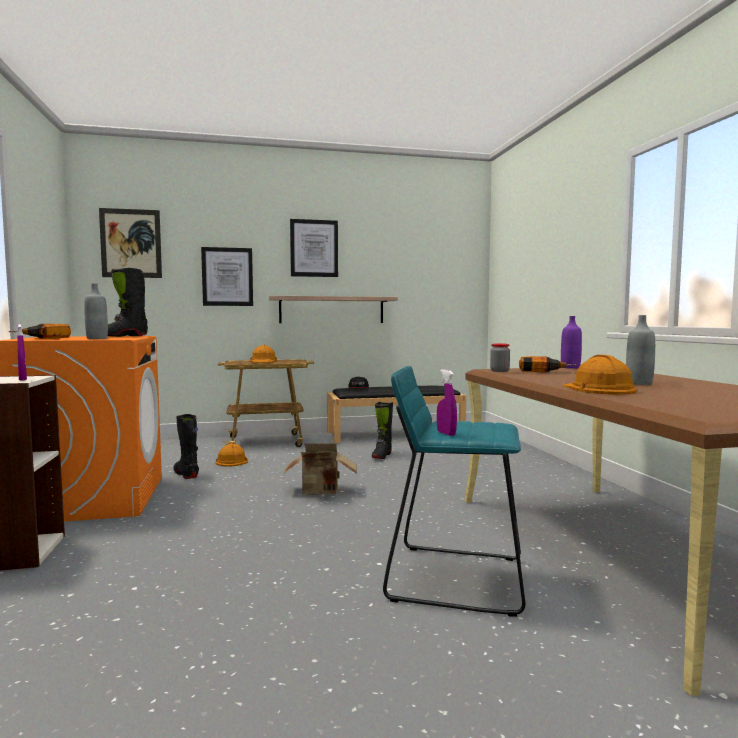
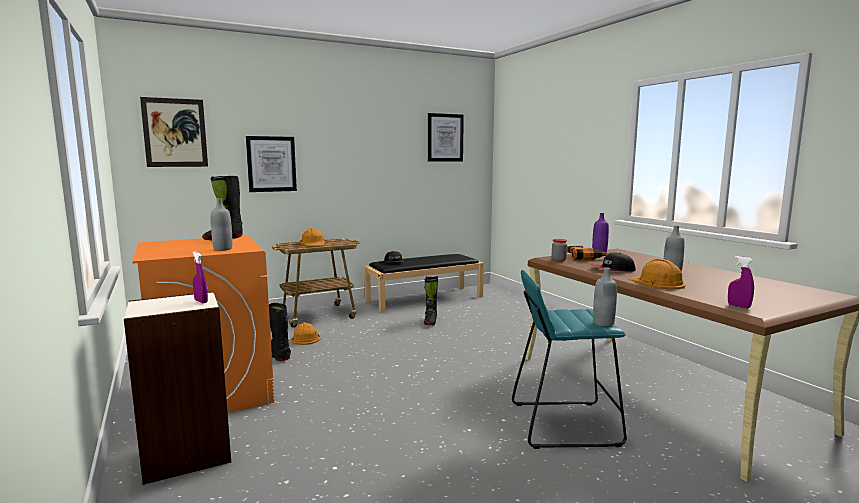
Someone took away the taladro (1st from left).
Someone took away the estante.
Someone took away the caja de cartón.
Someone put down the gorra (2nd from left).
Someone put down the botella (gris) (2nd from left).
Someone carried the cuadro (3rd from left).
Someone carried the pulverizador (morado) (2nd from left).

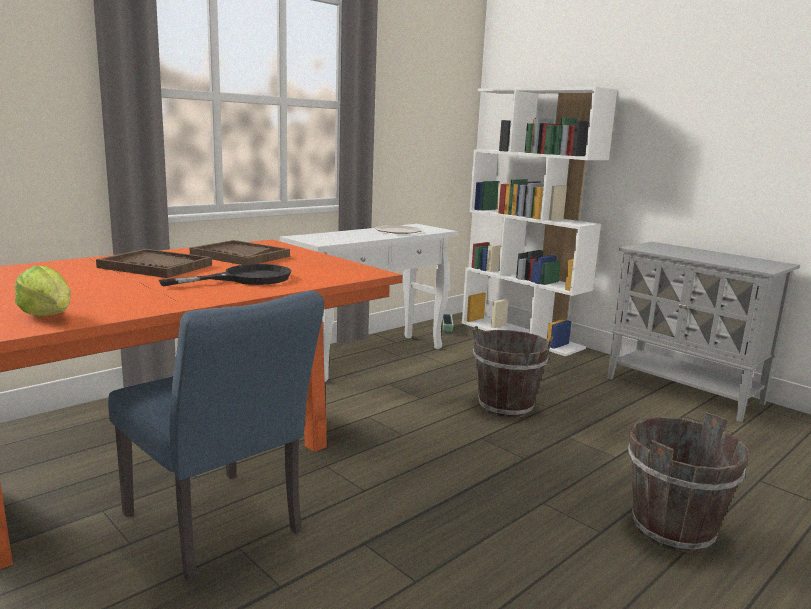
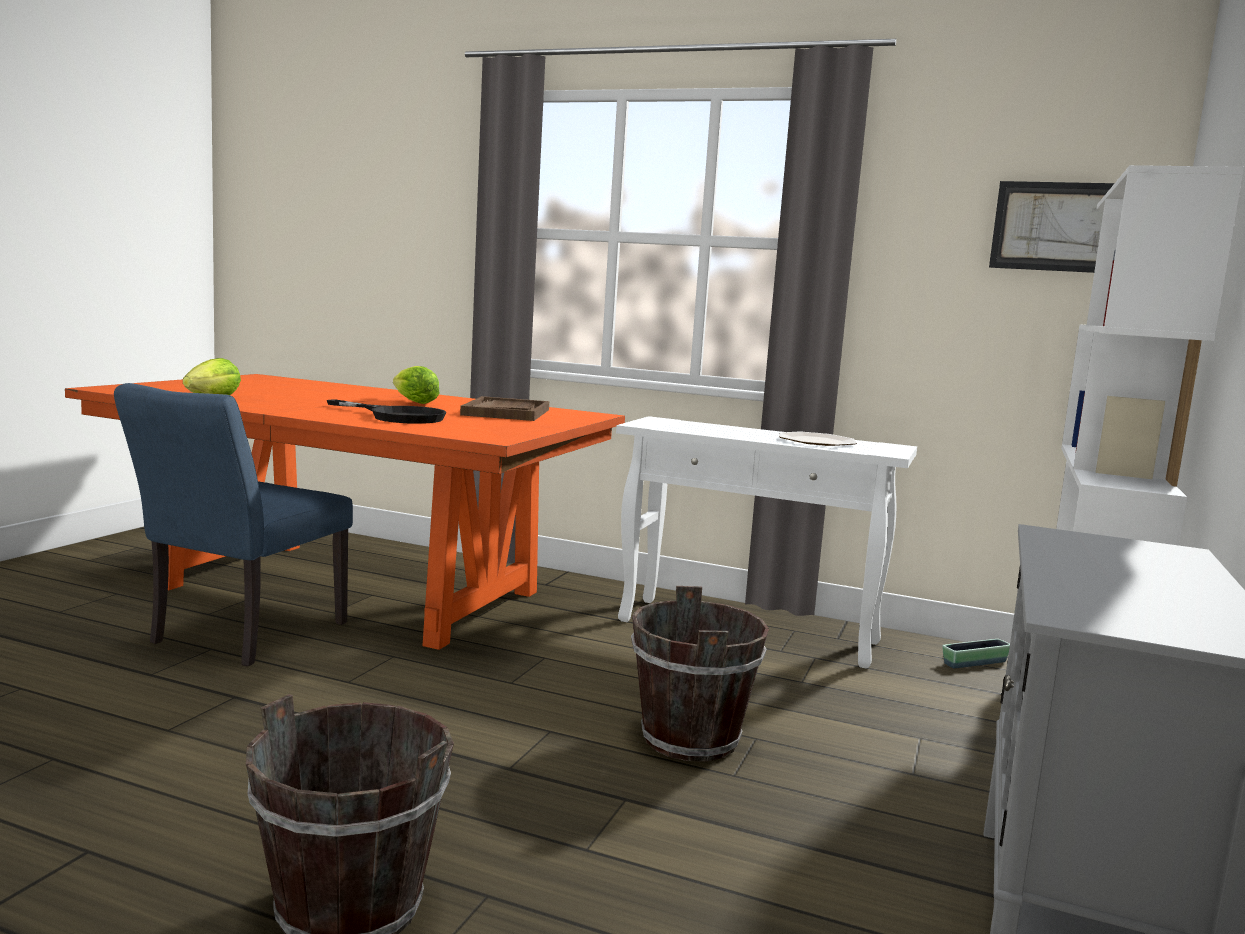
Someone put up the cuadro.
Someone swapped the bandeja (marrón) (1st from left) for the lechuga (2nd from left).

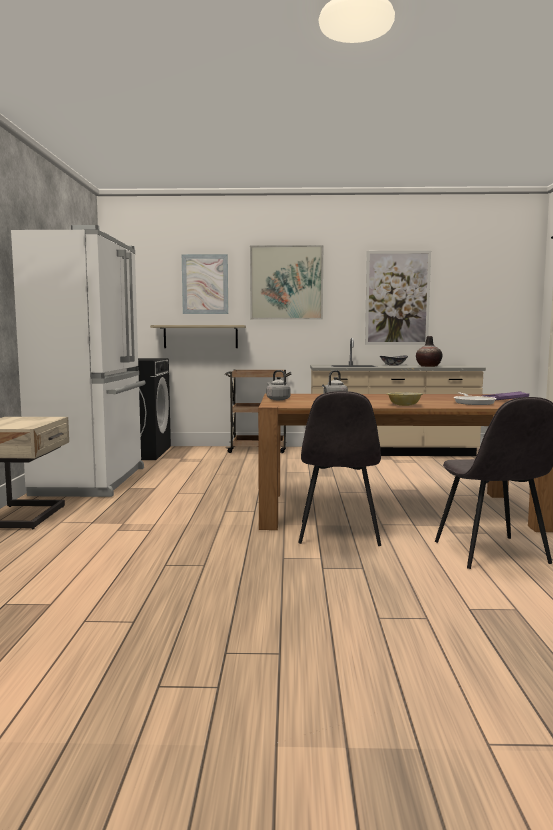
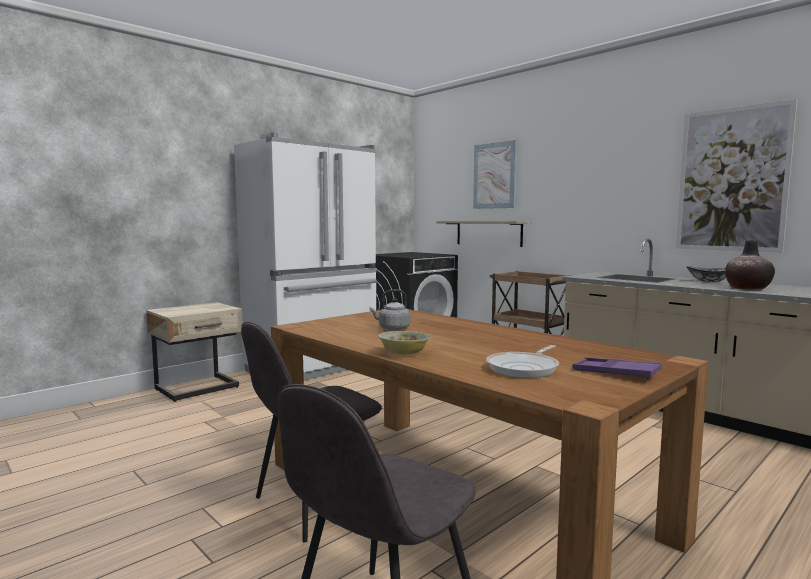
Someone took away the cuadro (2nd from left).
Someone took away the hervidor (gris) (1st from left).

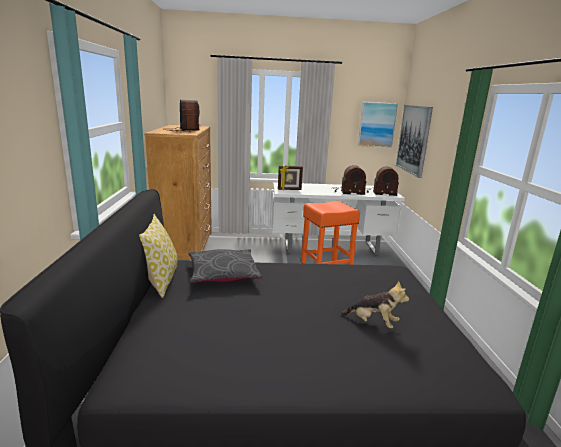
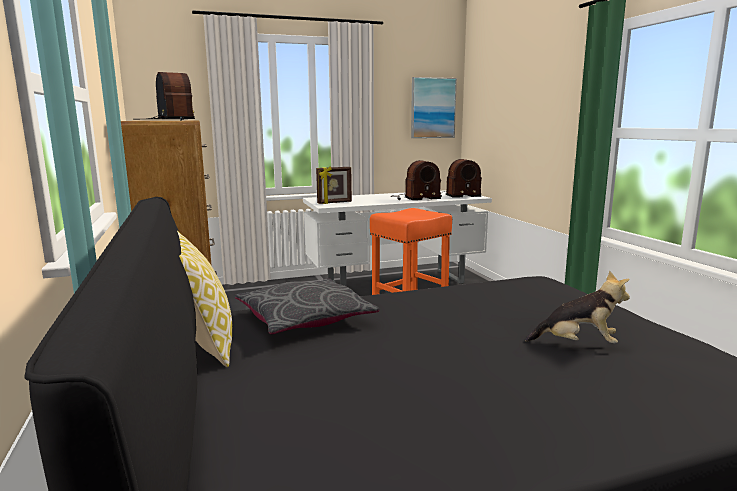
Someone took away the cuadro (2nd from left).

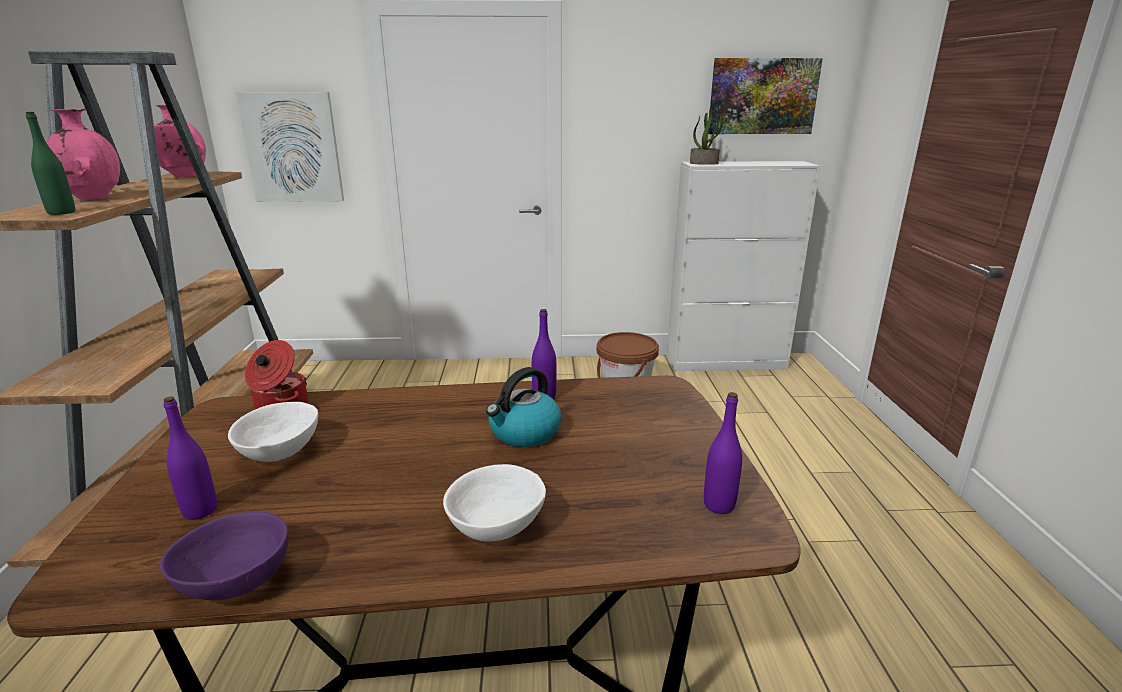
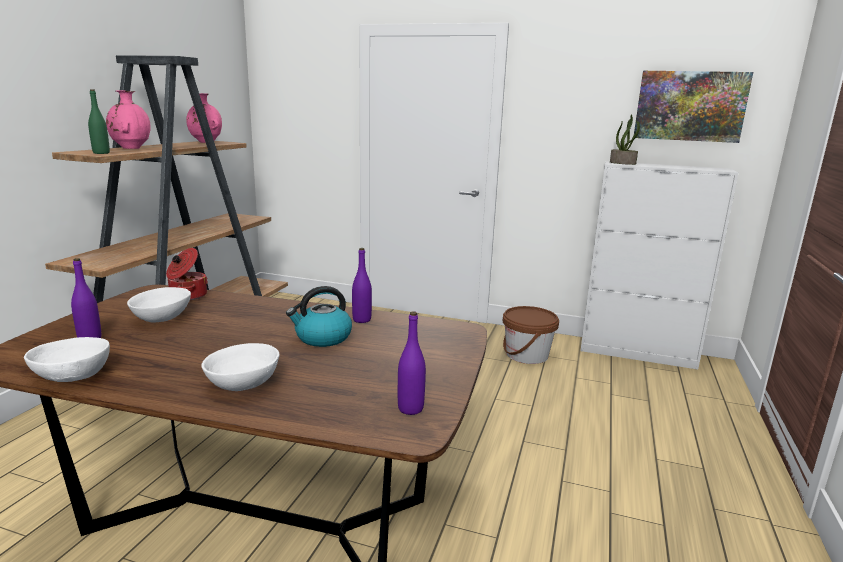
Someone took away the cuadro (1st from left).
Someone repainted the cuenco (morado), which became the cuenco (blanco) (1st from left).

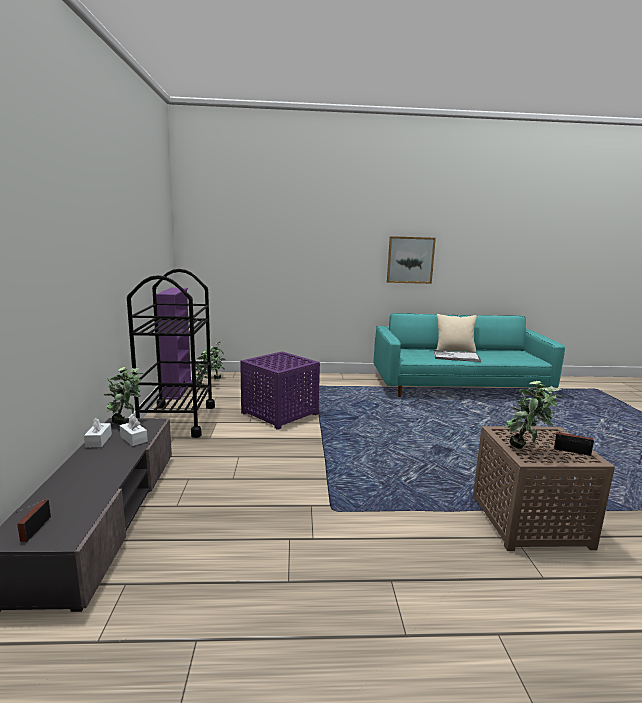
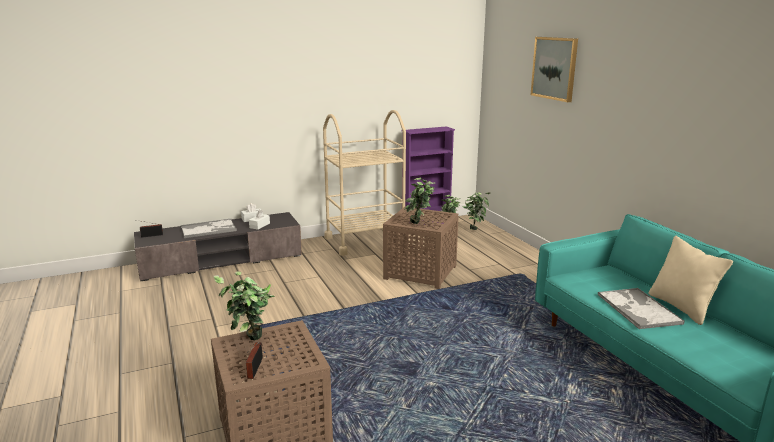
Someone put down the bandeja (1st from left).
Someone carried the planta en maceta (1st from left in the first image).
Someone carried the cuadro.
Someone repainted the carrito (negro), which became the carrito (beis).
Someone repainted the mesa auxiliar (morado), which became the mesa auxiliar (marrón) (2nd from left).

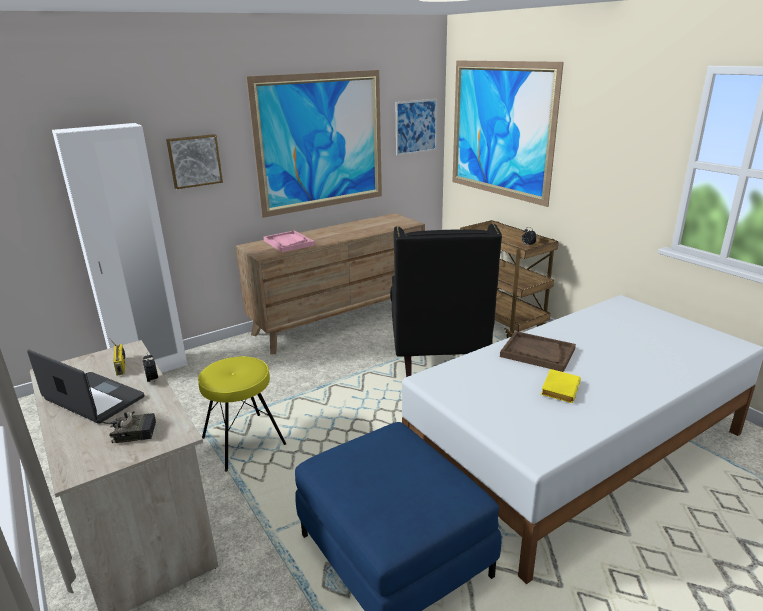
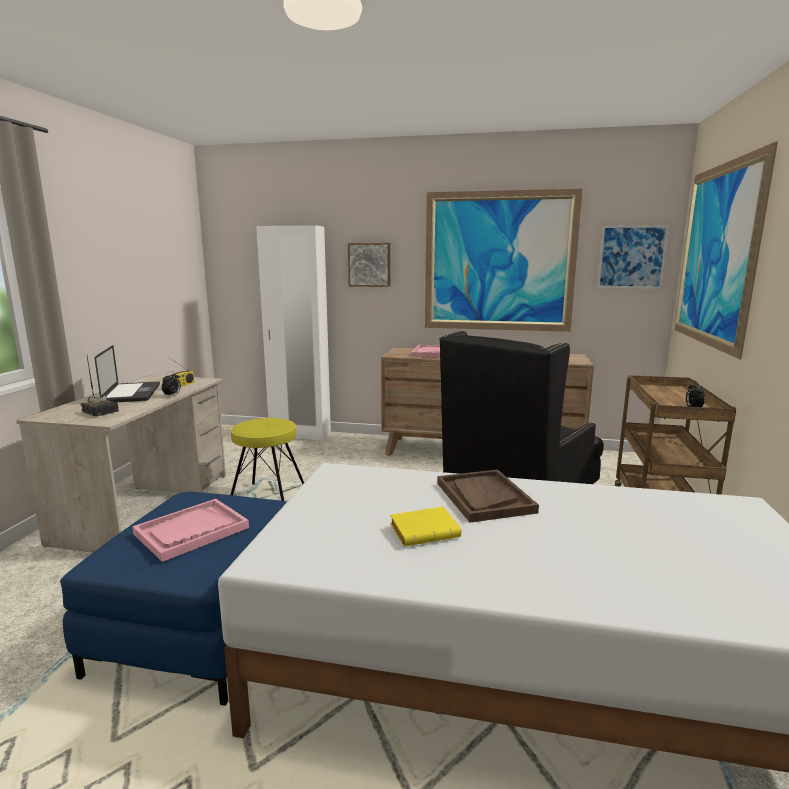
Someone put down the bandeja (rosa) (1st from left).

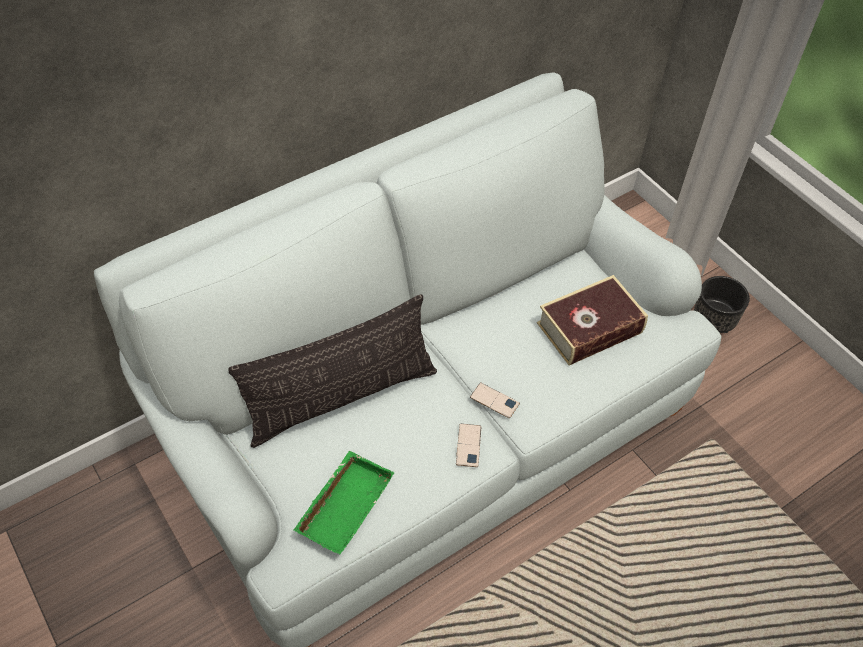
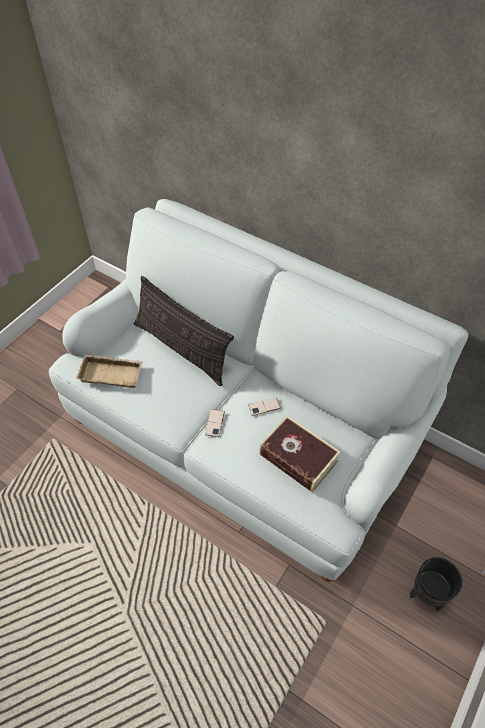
Someone carried the móvil (1st from left in the first image).
Someone repainted the bandeja (verde), which became the bandeja (beis).

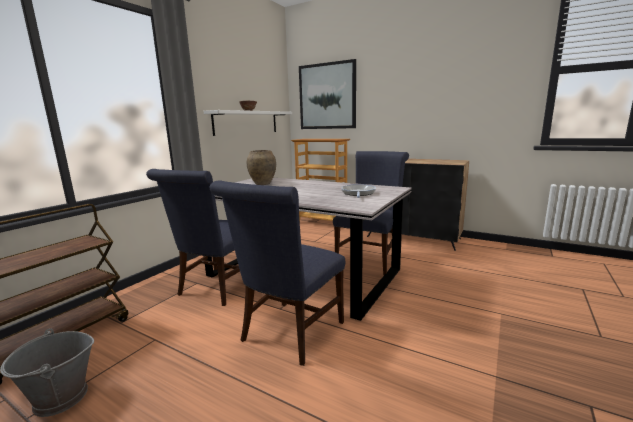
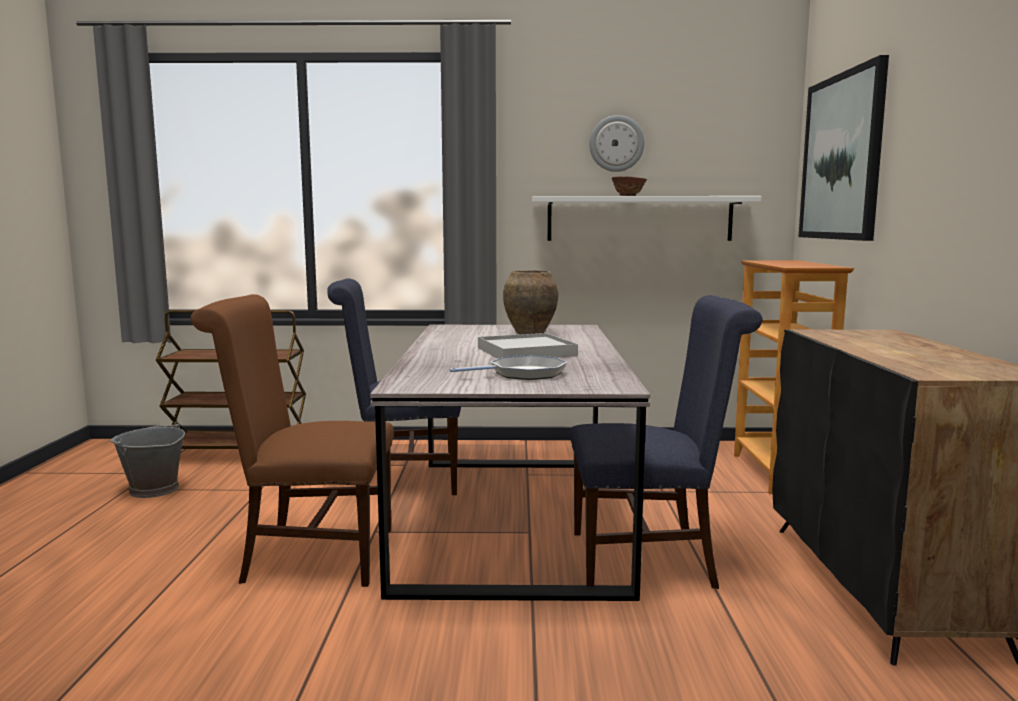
Someone put down the bandeja (blanco).
Someone put up the reloj de pared.
Someone repainted the silla (azul) (2nd from left), which became the silla (marrón).

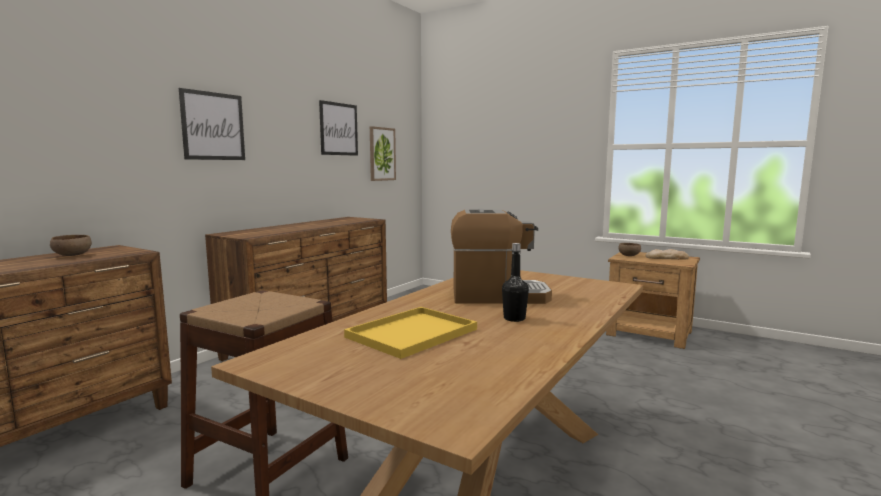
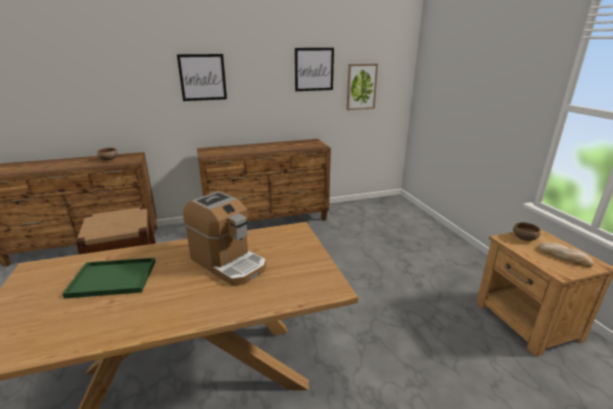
Someone took away the botella (negro).
Someone repainted the bandeja (amarillo), which became the bandeja (verde).

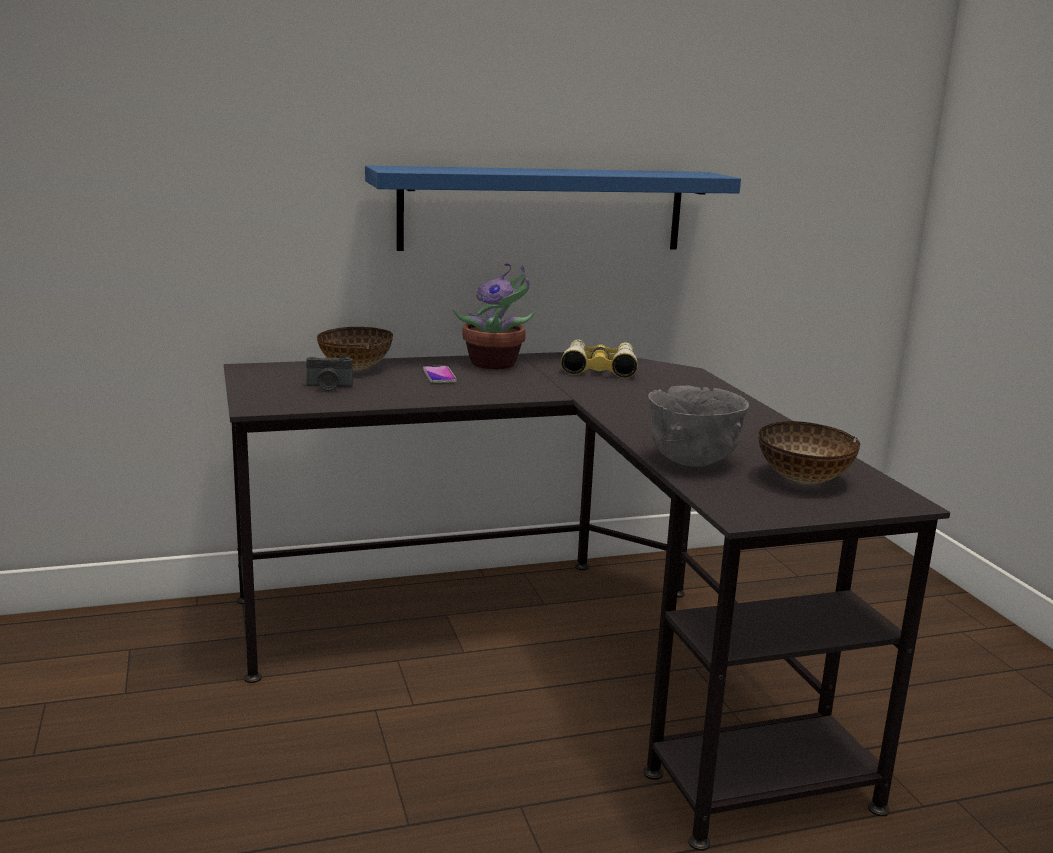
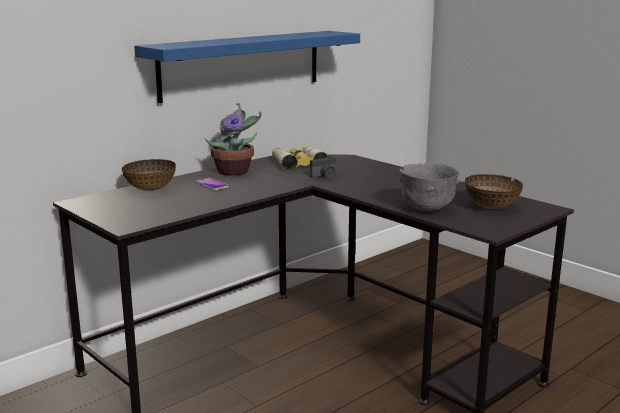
Someone carried the cámara.

